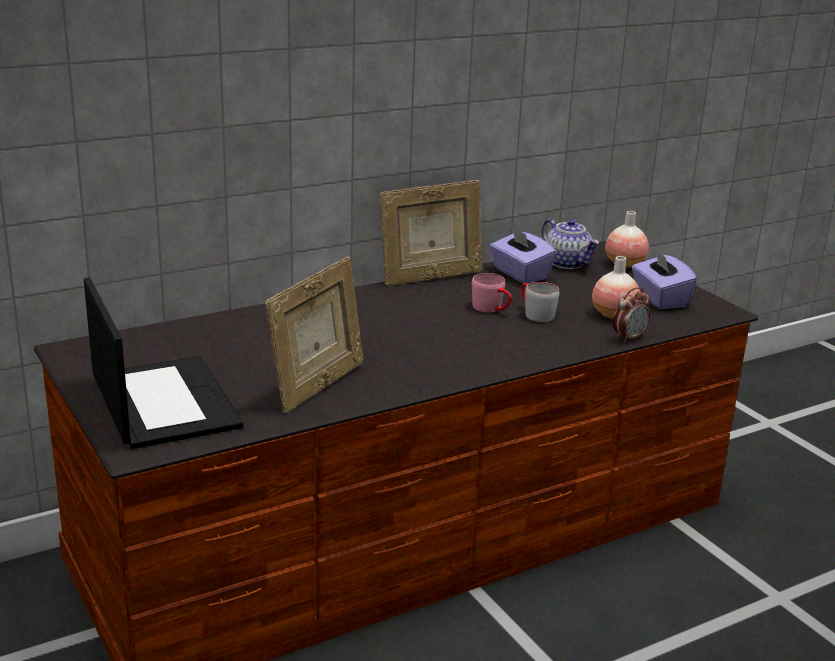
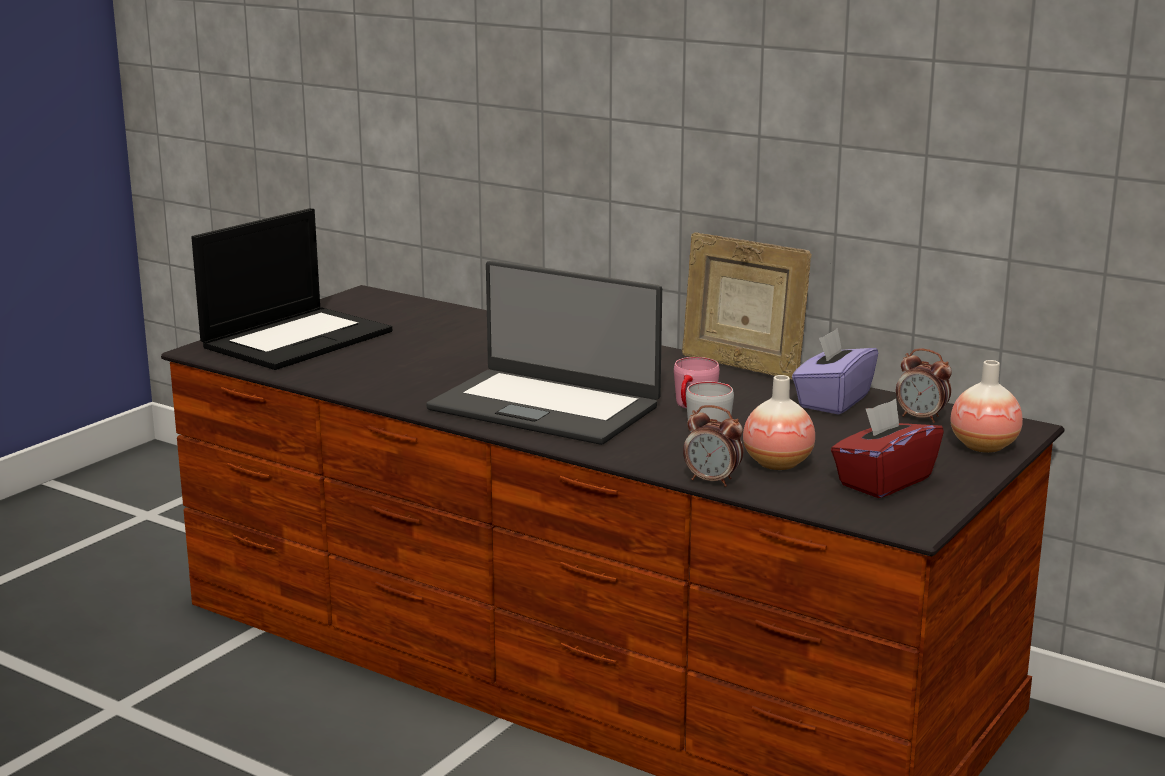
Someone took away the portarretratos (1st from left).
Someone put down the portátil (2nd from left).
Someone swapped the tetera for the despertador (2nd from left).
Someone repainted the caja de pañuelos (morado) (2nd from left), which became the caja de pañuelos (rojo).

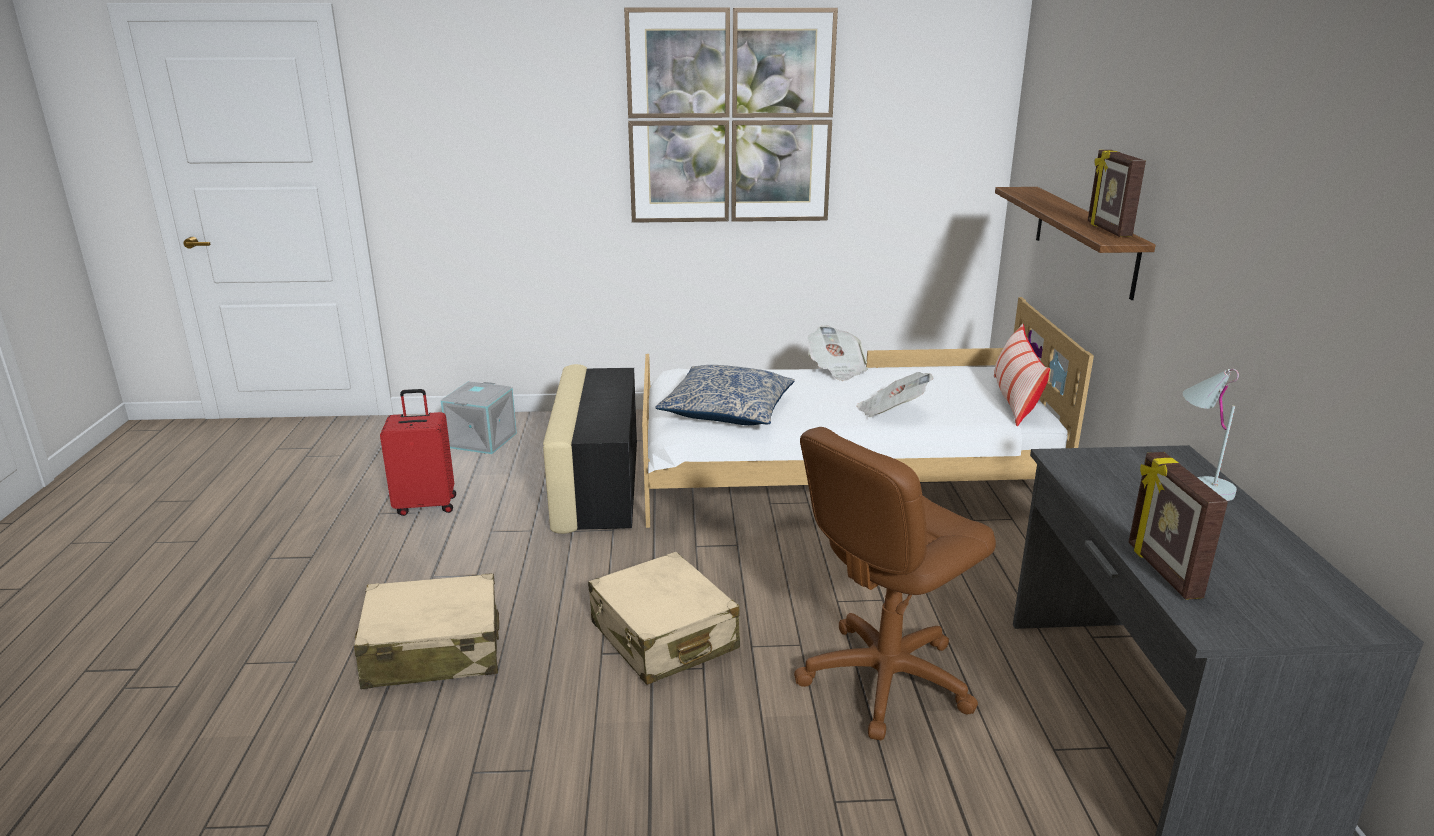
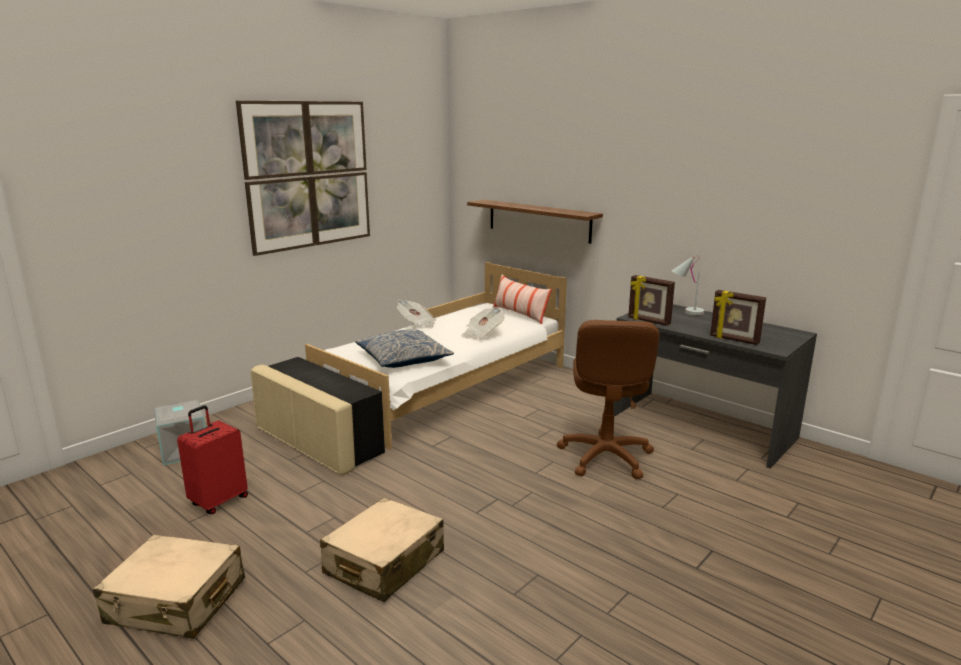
Someone carried the maleta (beis) (2nd from left in the first image).
Someone carried the portarretratos (1st from left).

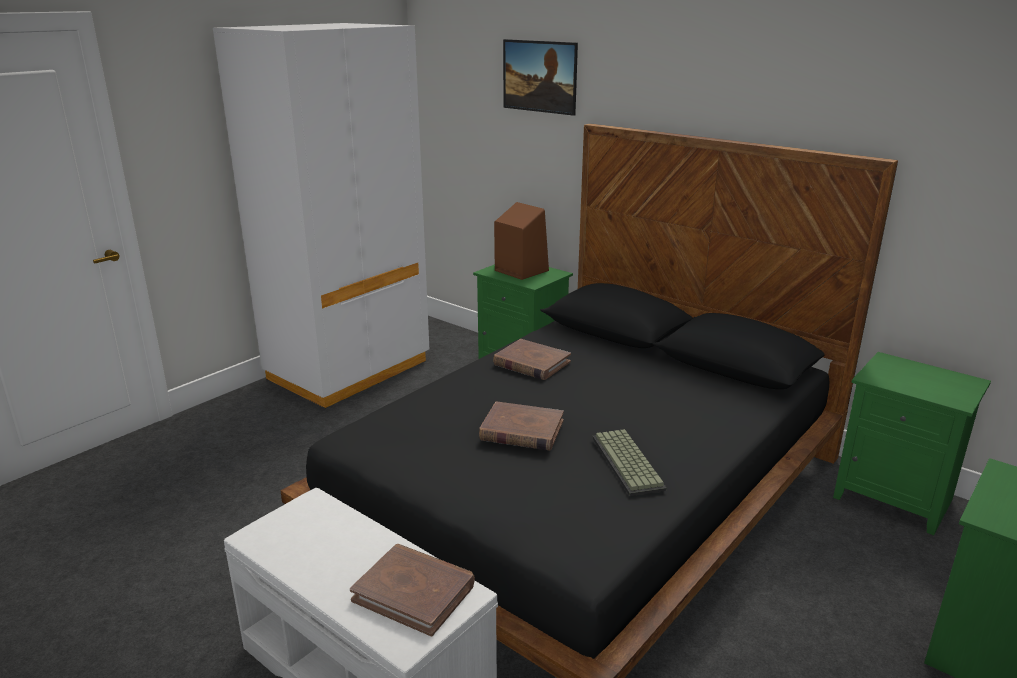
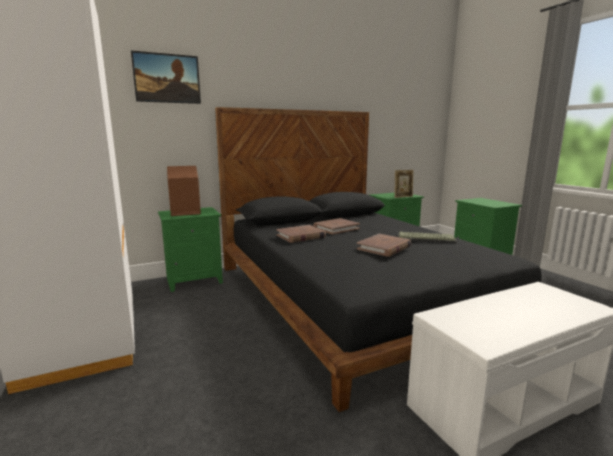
Someone put down the portarretratos.
Someone carried the libro (marrón) (1st from left in the first image).

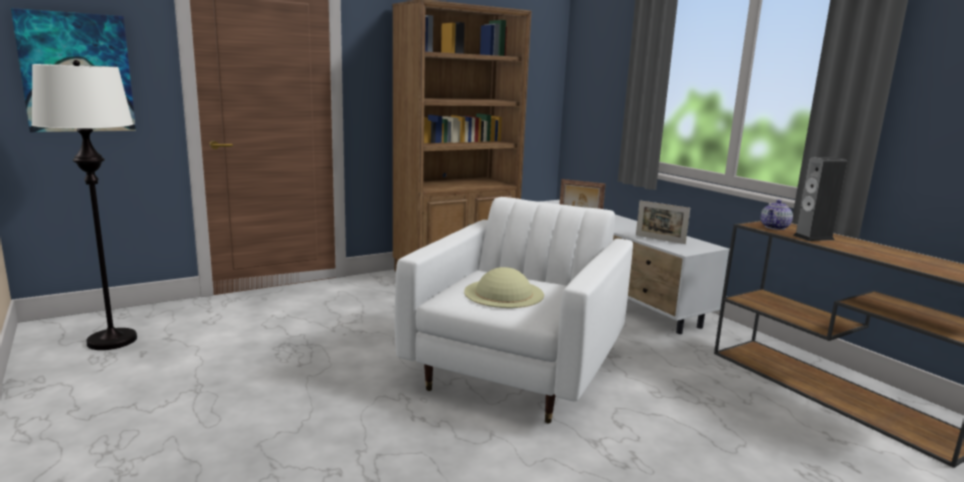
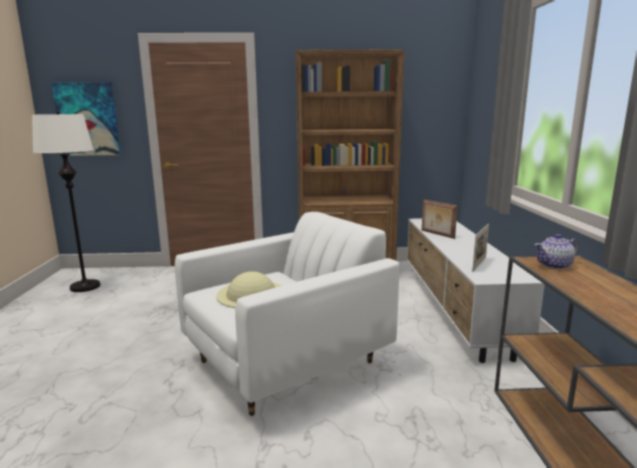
Someone took away the altavoz.
Someone rotated the portarretratos (2nd from left) by 120 degrees counterclockwise.

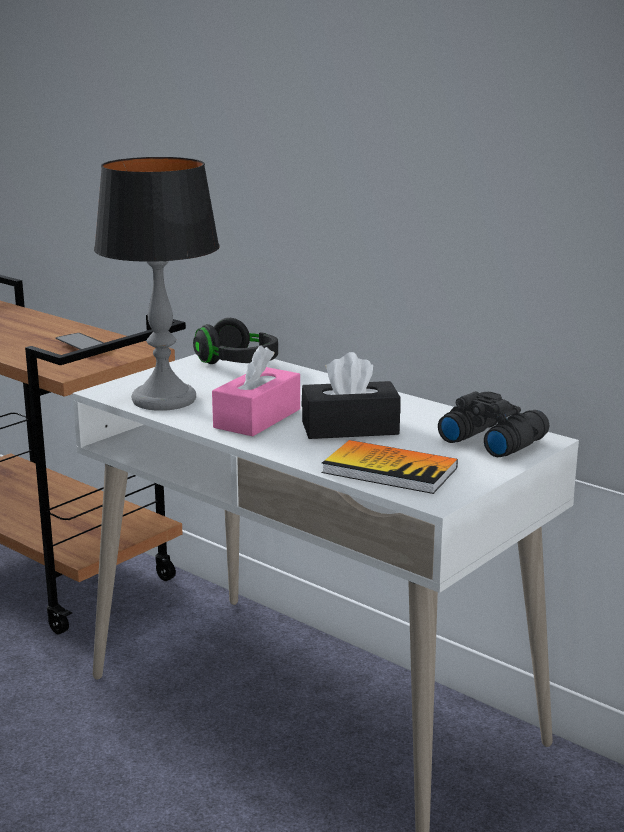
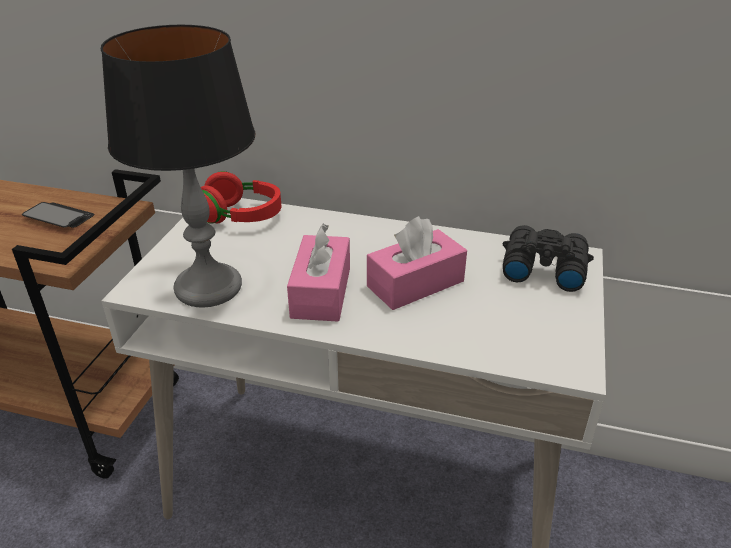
Someone took away the libro.
Someone repainted the auriculares (negro), which became the auriculares (rojo).
Someone repainted the caja de pañuelos (negro), which became the caja de pañuelos (rosa) (2nd from left).

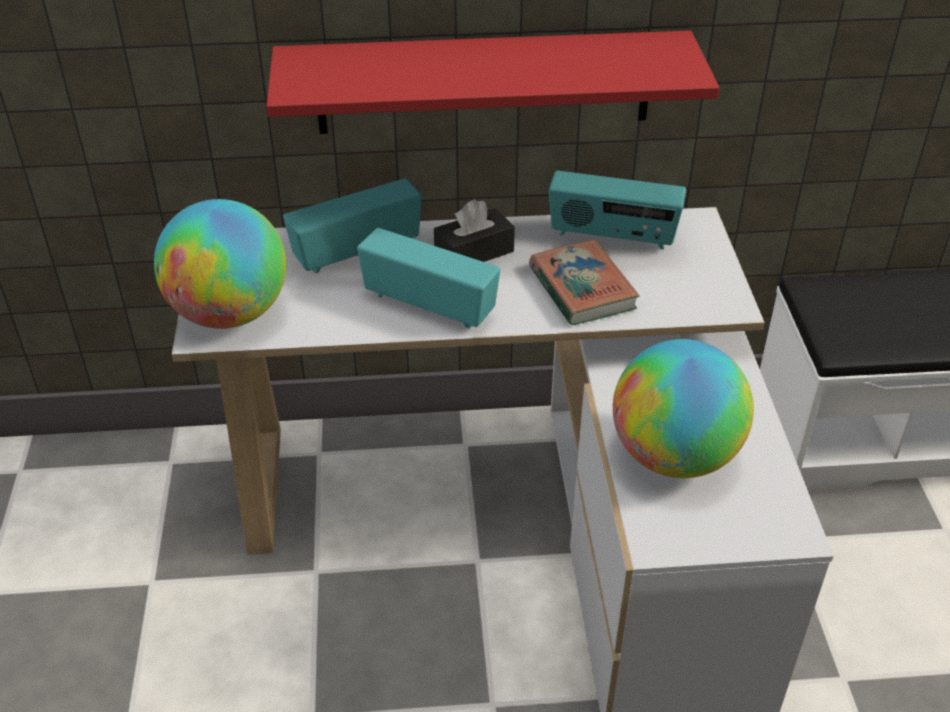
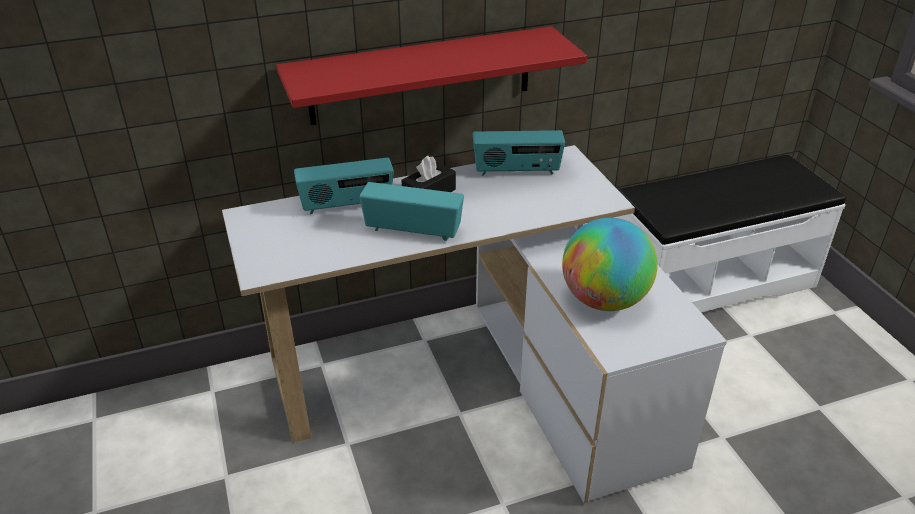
Someone took away the globo terráqueo (1st from left).
Someone took away the libro.
Someone rotated the radio (1st from left) by 150 degrees counterclockwise.

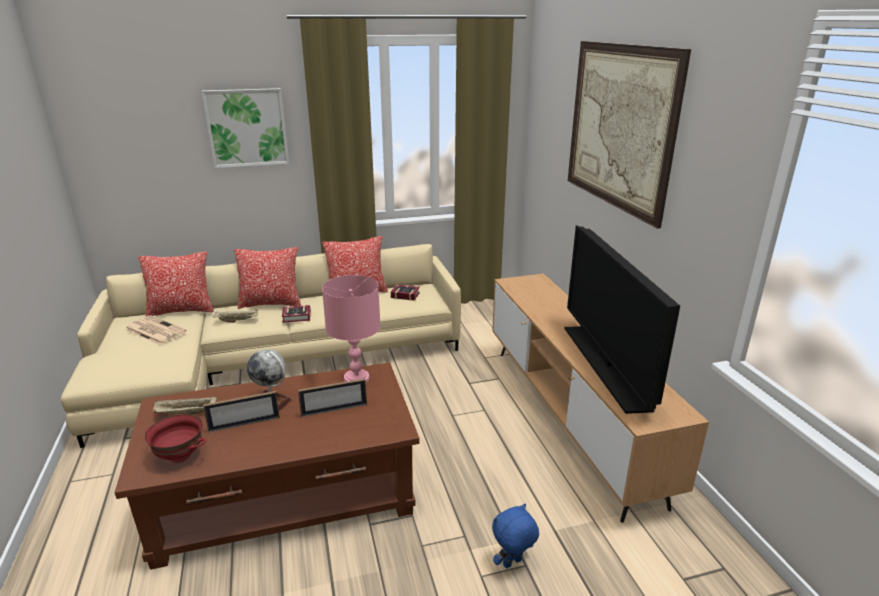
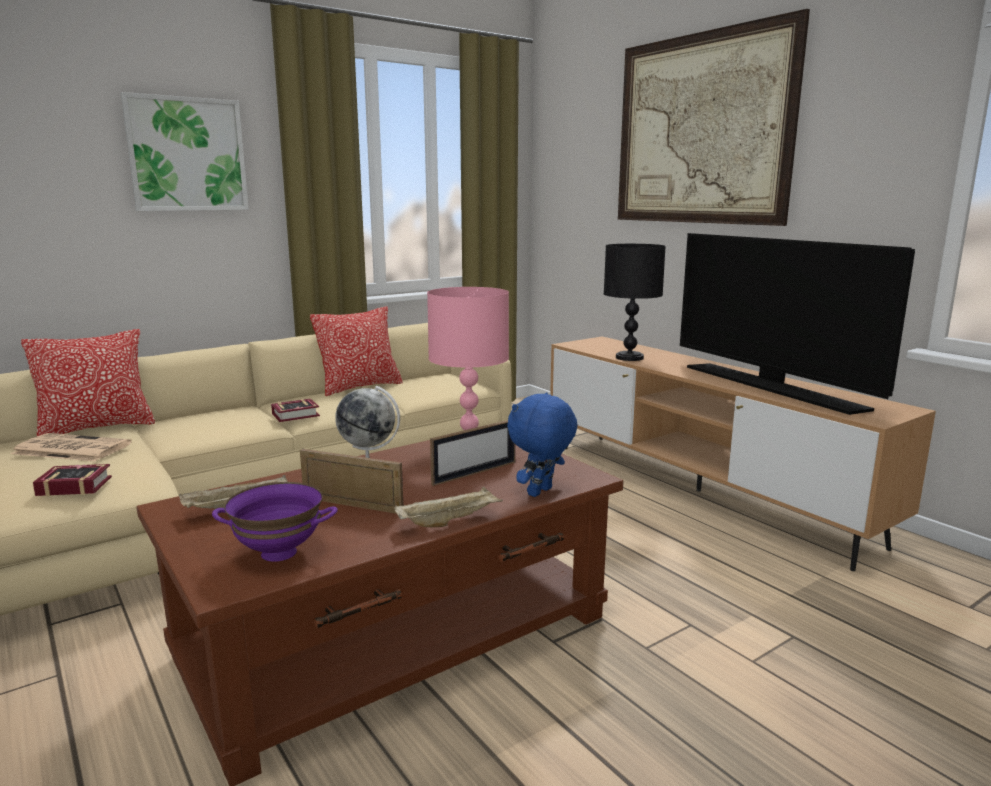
Someone took away the cojín (2nd from left).
Someone put down the lámpara de mesa (negro).
Someone carried the bandeja (beis) (2nd from left).
Someone carried the libro (2nd from left in the first image).
Someone carried the peluche (azul).
Someone repainted the cuenco (rojo), which became the cuenco (morado).
Someone rotated the portarretratos (1st from left) by 120 degrees counterclockwise.

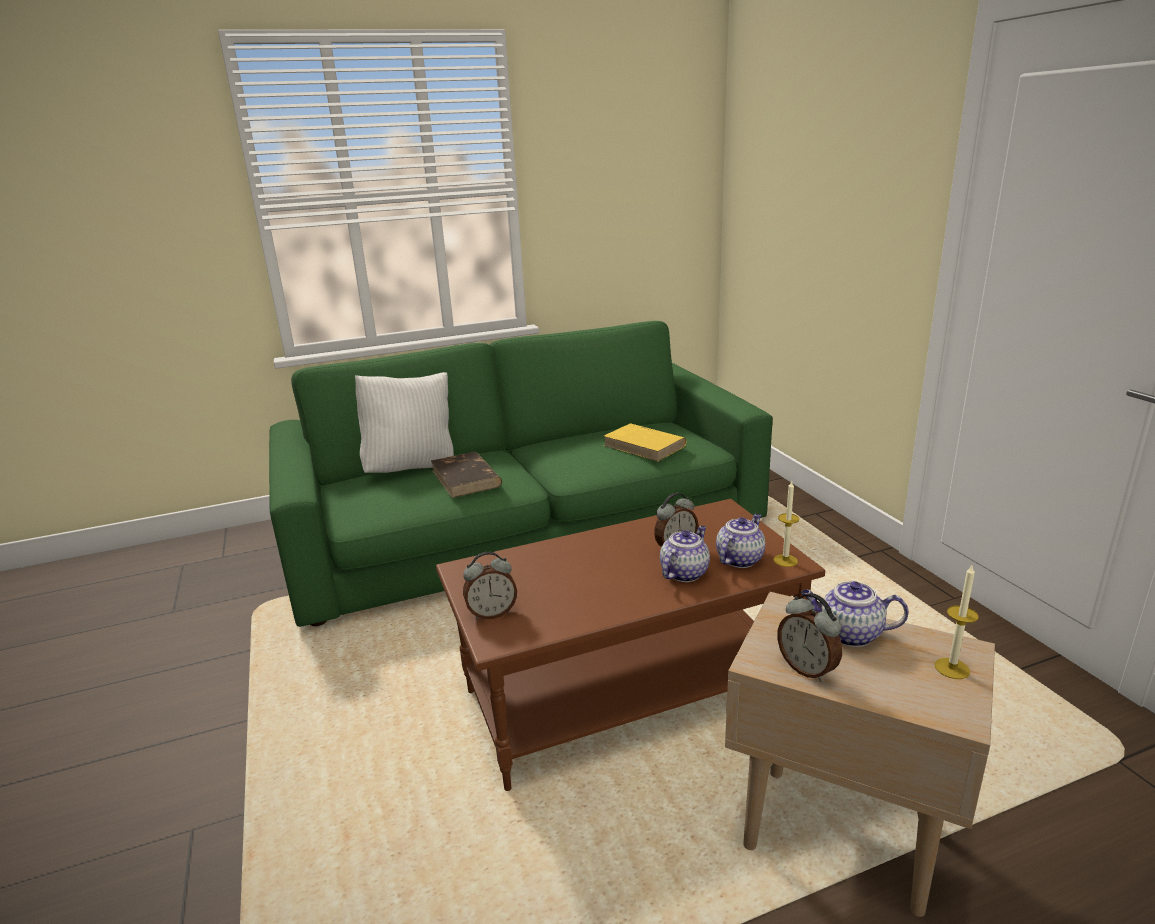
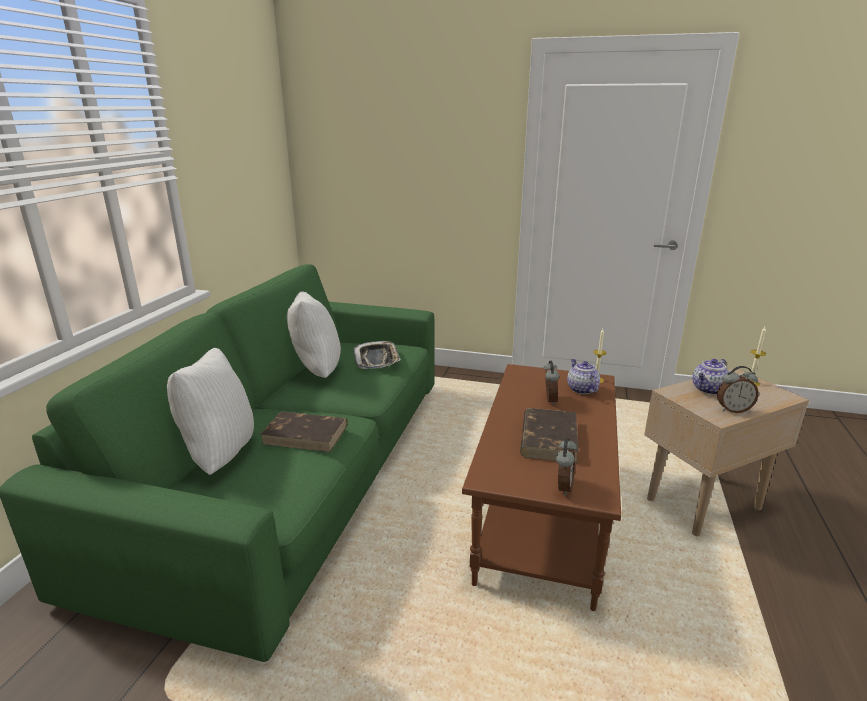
Someone took away the tetera (1st from left).
Someone put down the cojín (blanco) (2nd from left).
Someone put down the libro (marrón) (2nd from left).
Someone swapped the libro (amarillo) for the bandeja.

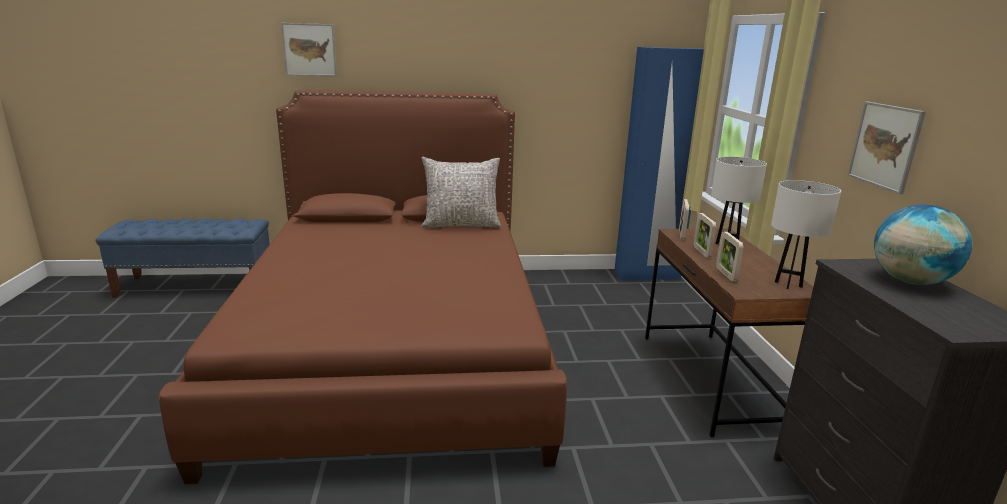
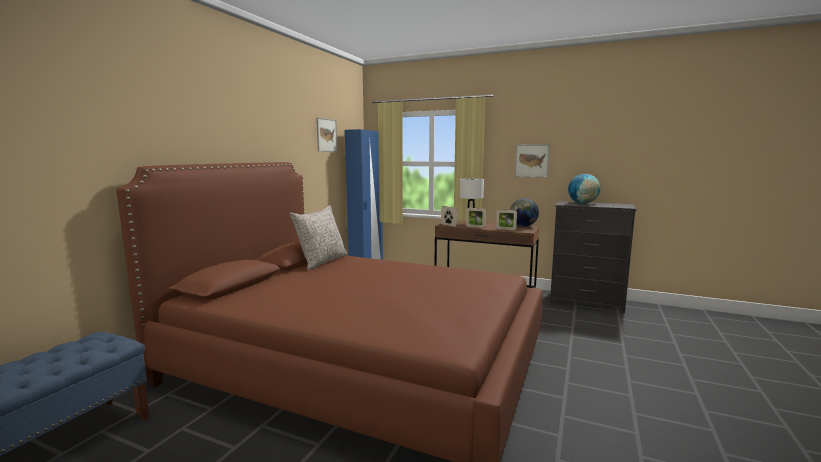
Someone carried the cuadro (1st from left).
Someone swapped the lámpara de mesa (blanco) (2nd from left) for the globo terráqueo (1st from left).

